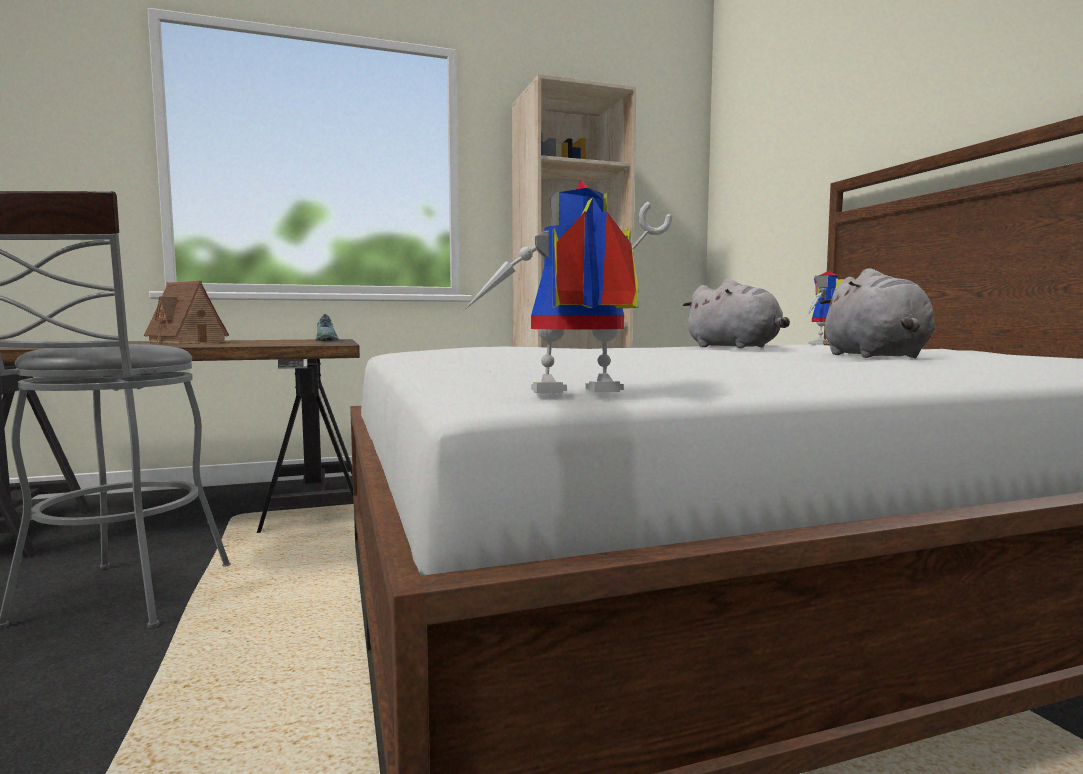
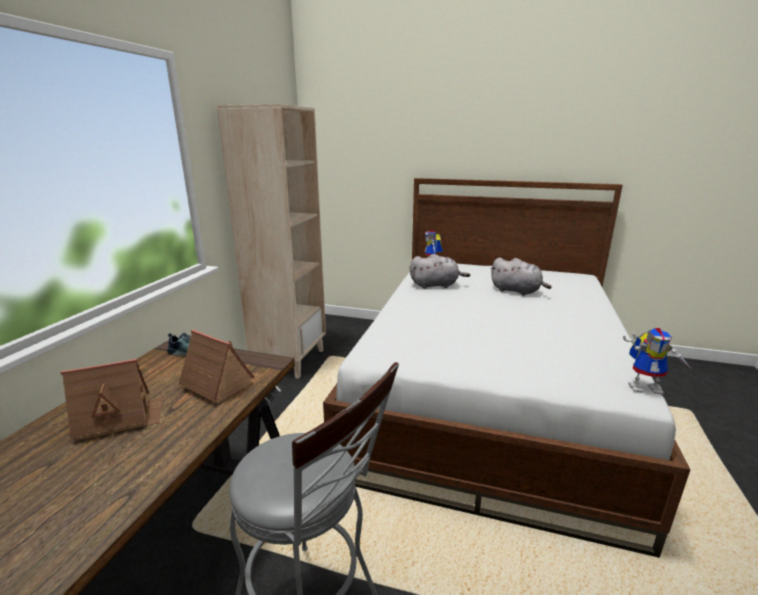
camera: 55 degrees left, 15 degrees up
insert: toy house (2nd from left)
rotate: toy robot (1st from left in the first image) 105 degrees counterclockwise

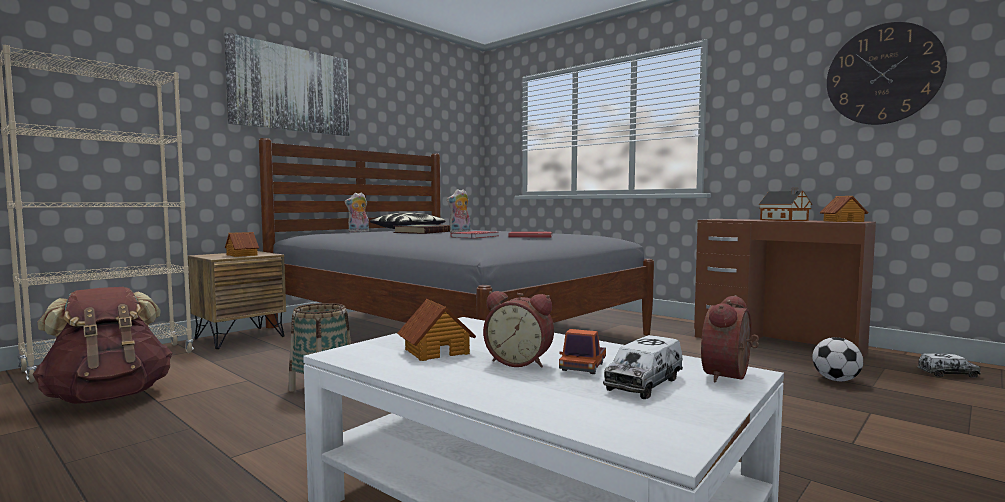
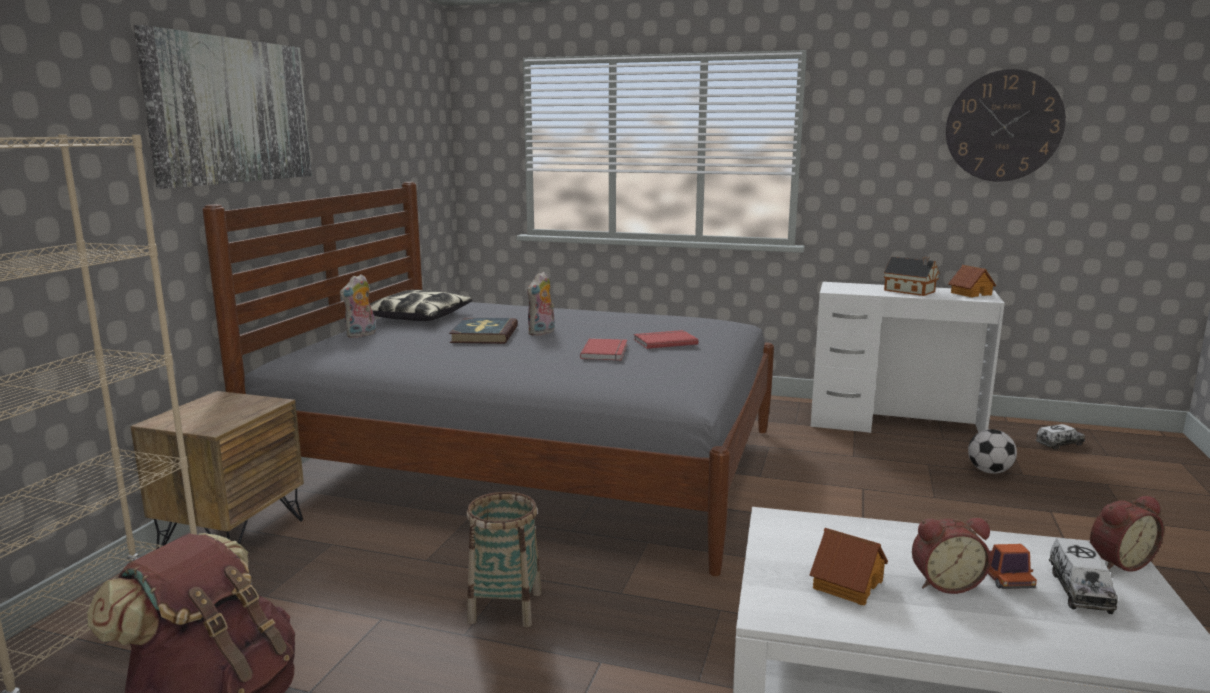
camera: 25 degrees left, 10 degrees up
delete: toy house (1st from left)
recolor: brown desk to white desk
rotate: alarm clock (2nd from left) 120 degrees counterclockwise

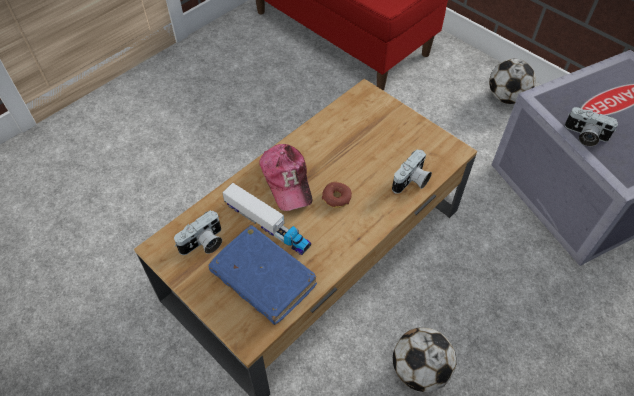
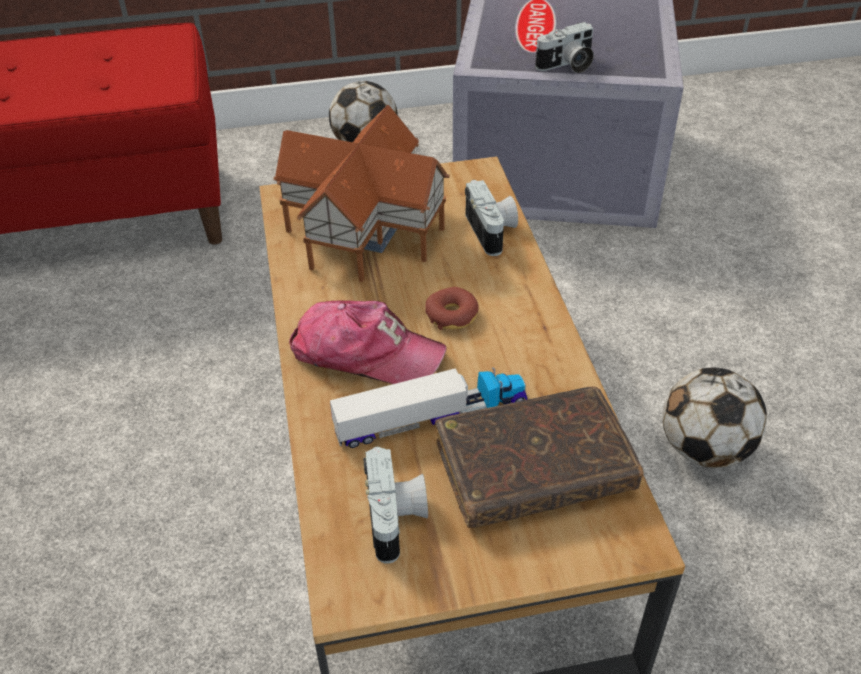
camera: 55 degrees left, 10 degrees down
insert: toy house
recolor: blue book to brown book

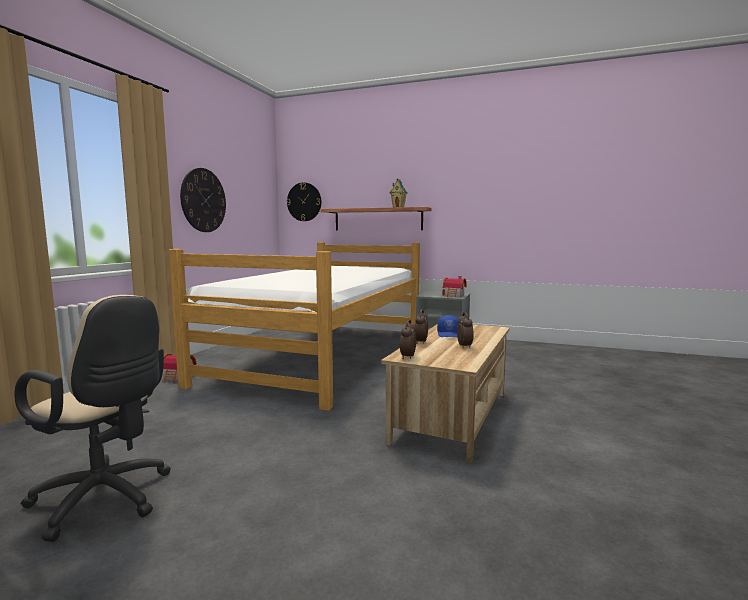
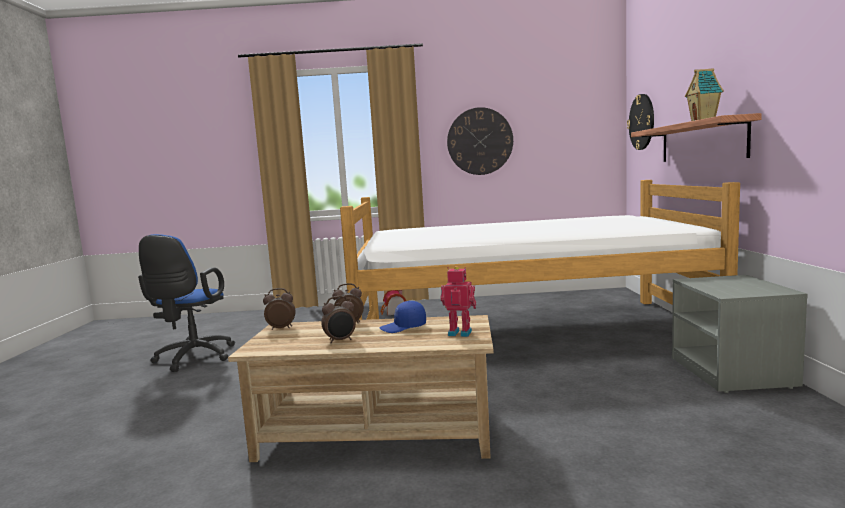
camera: 70 degrees right, 0 degrees up
delete: toy house (3rd from left)
insert: toy robot
recolor: beige office chair to blue office chair

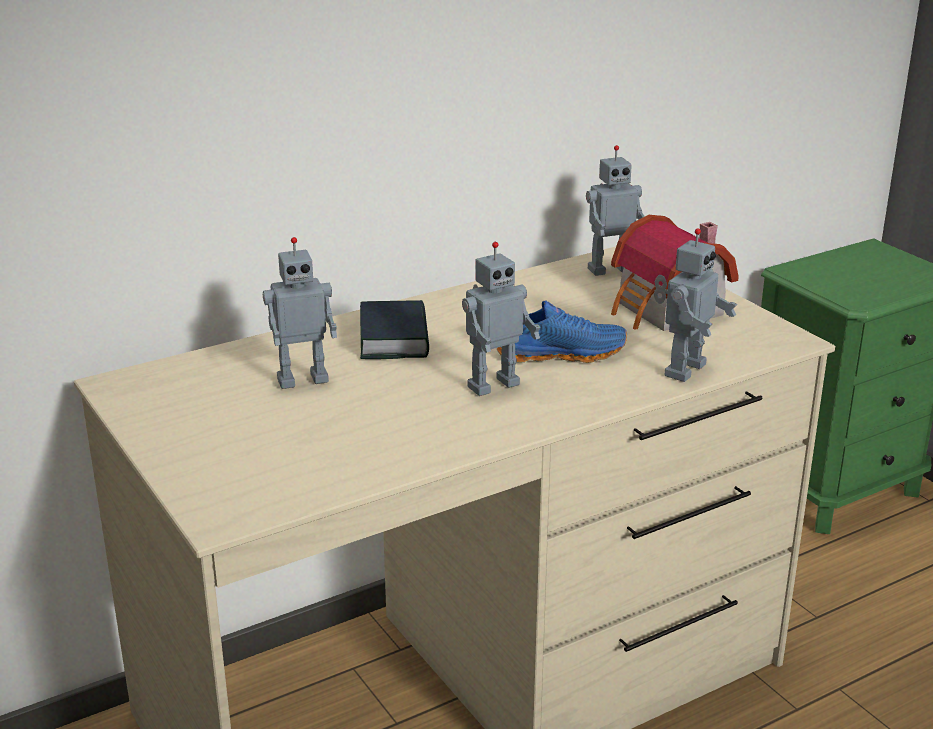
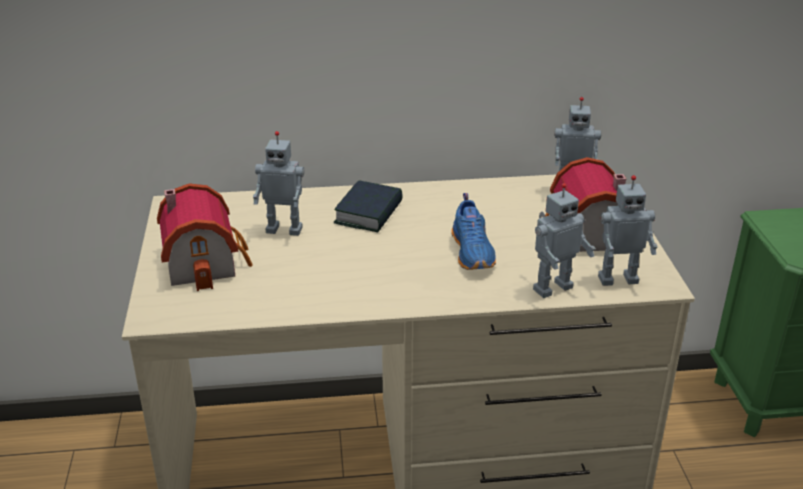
camera: 25 degrees right, 5 degrees up
insert: toy house (1st from left)
move: toy robot (2nd from left in the first image) to toy robot (4th from left)
rotate: blue shoe 60 degrees clockwise

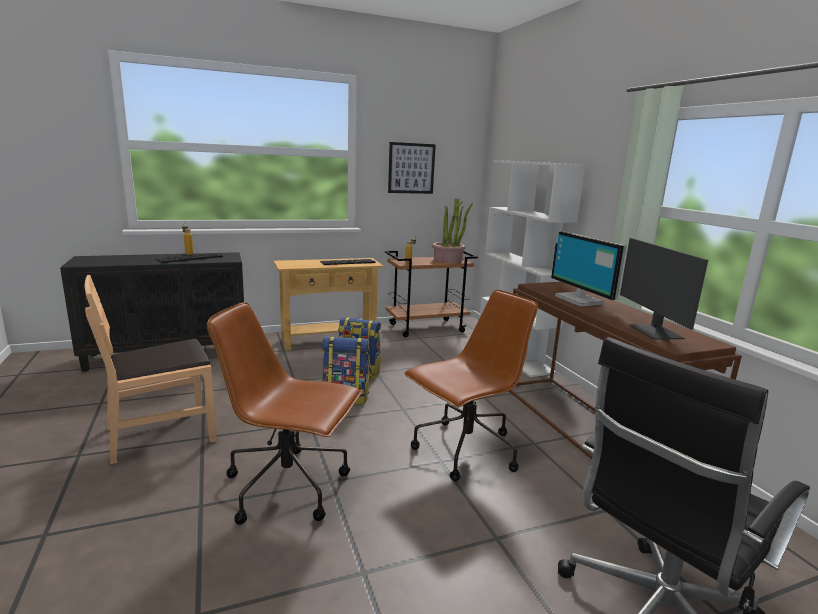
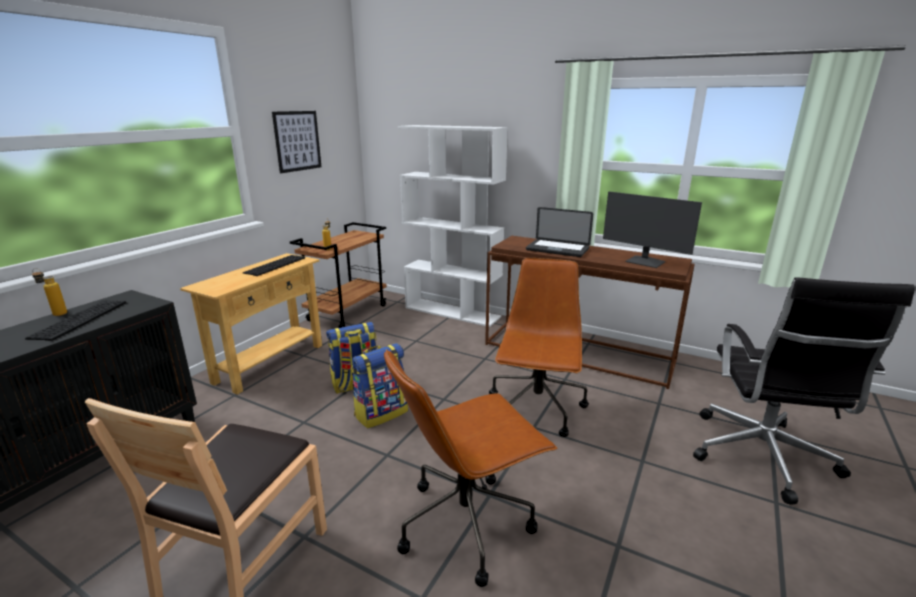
camera: 40 degrees left, 5 degrees up
delete: potted plant
replace: monitor (1st from left) to laptop

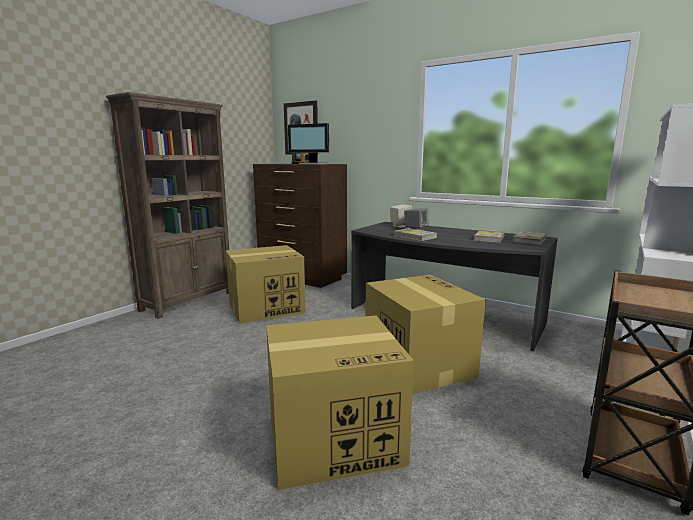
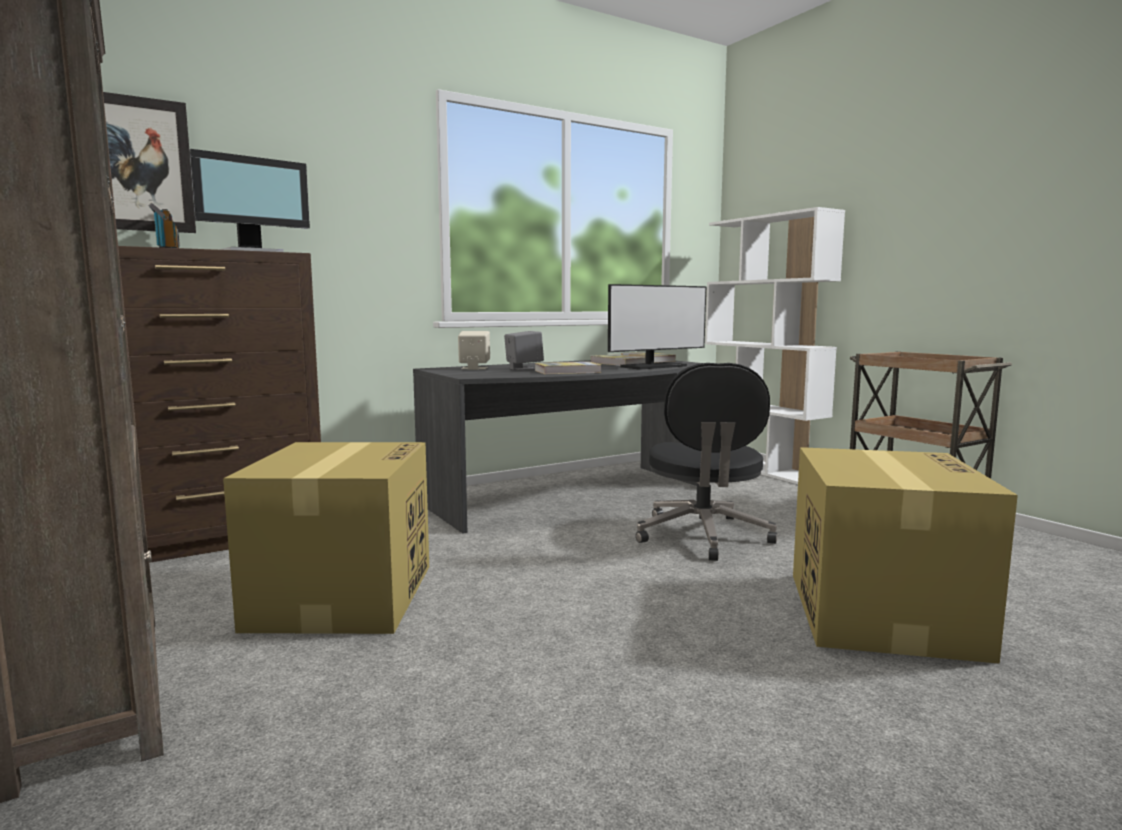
camera: 65 degrees left, 5 degrees down
insert: monitor (2nd from left)
replace: cardboard box (3rd from left) to black office chair

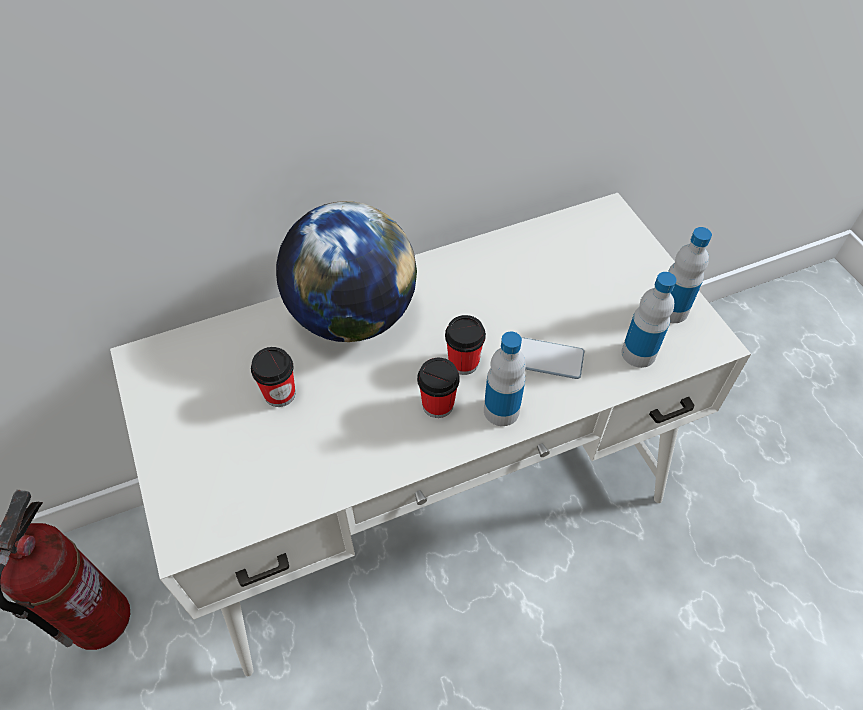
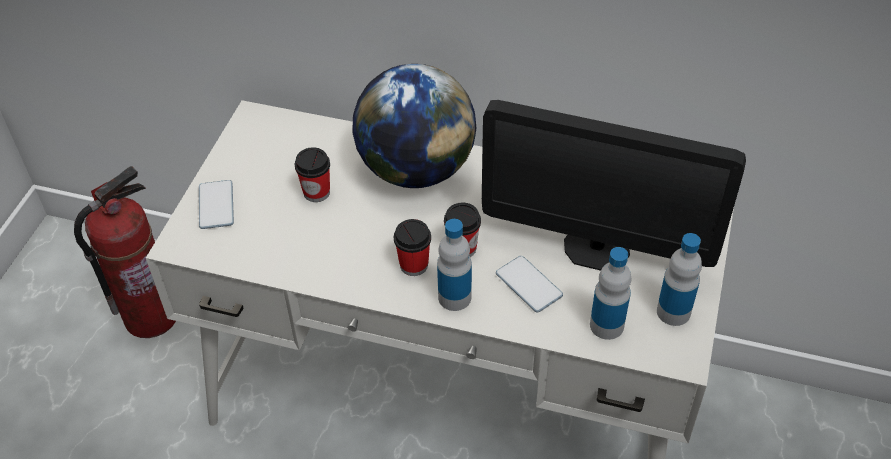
camera: 40 degrees right, 5 degrees down
insert: phone (1st from left); monitor

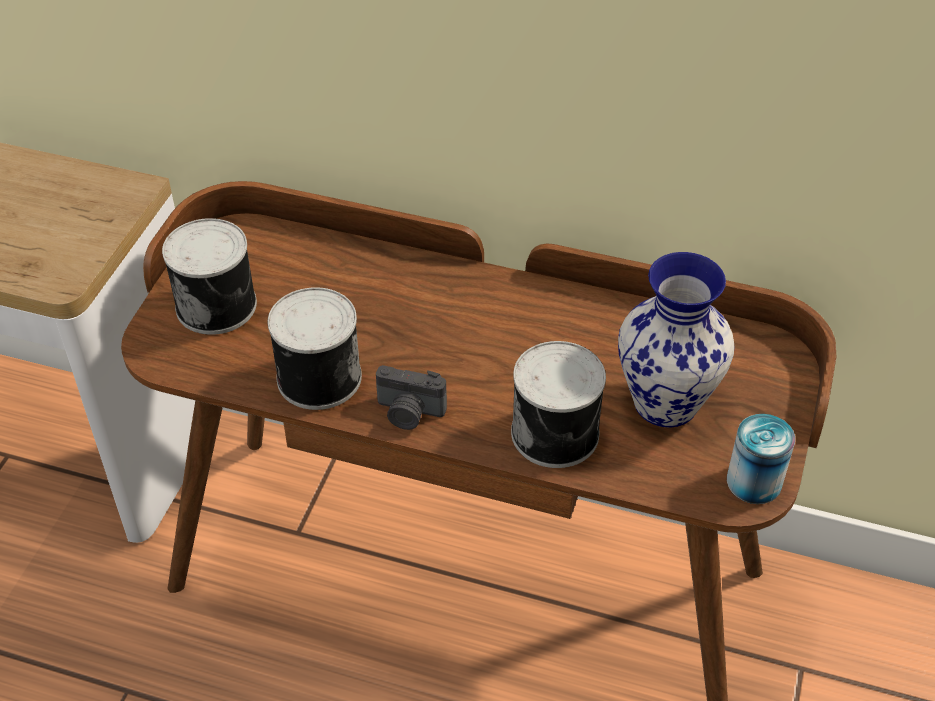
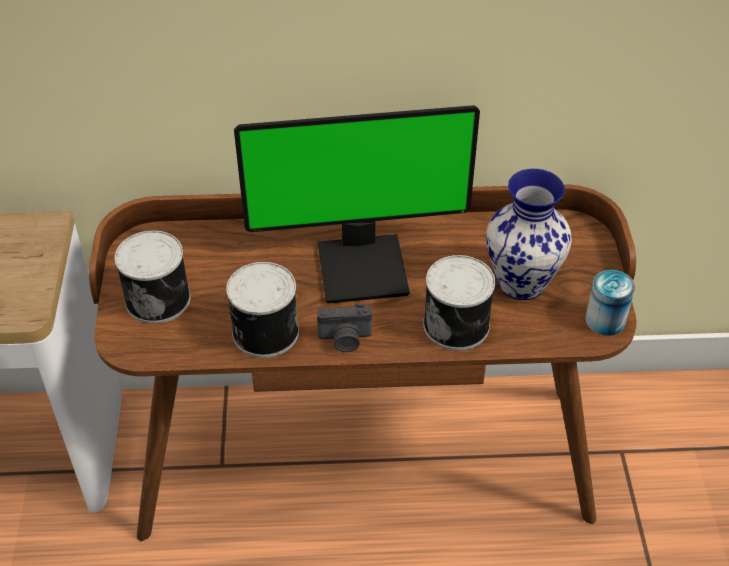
camera: 20 degrees left, 0 degrees up
insert: monitor

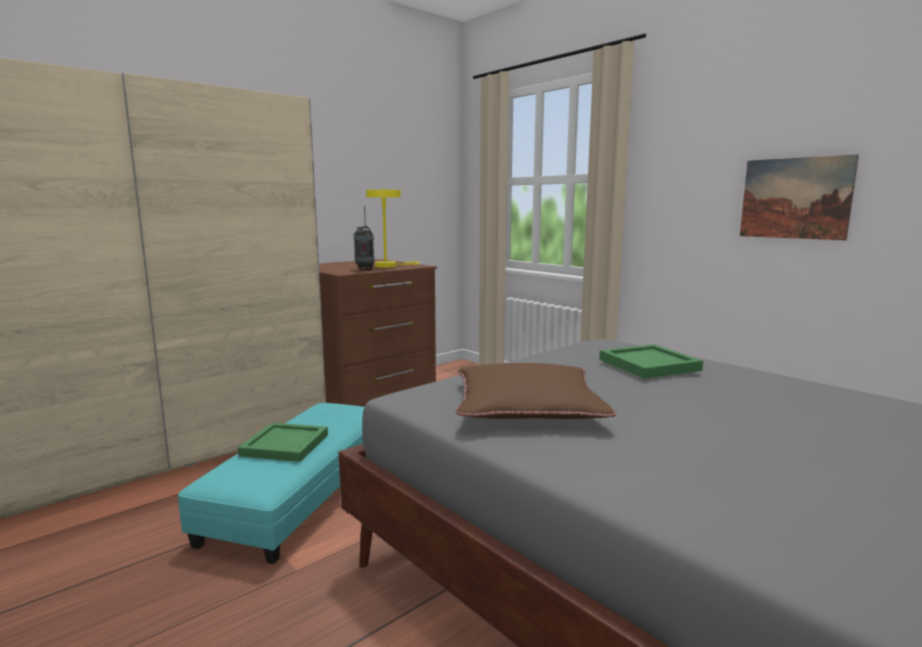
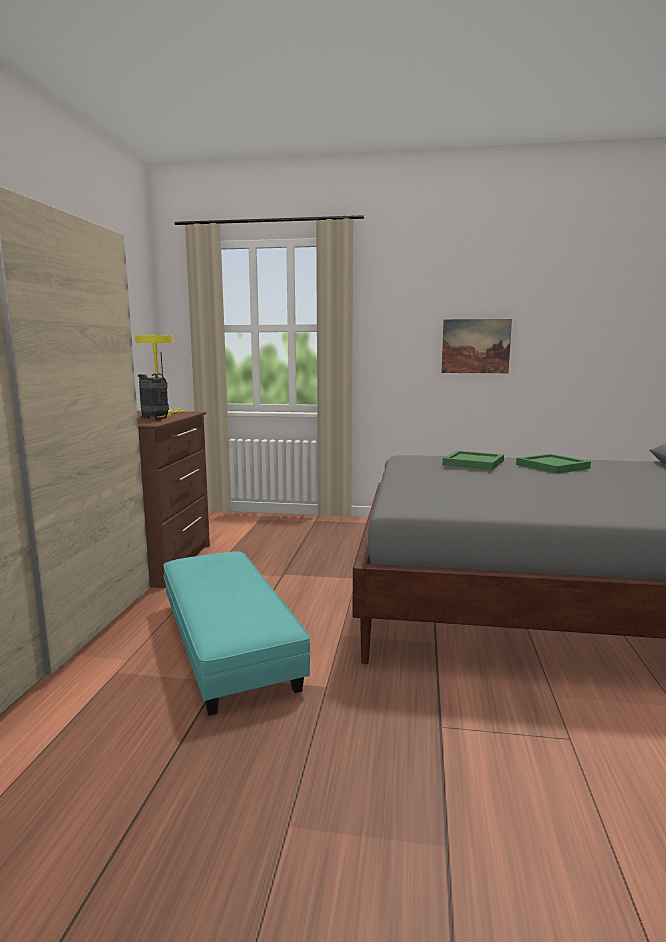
camera: 40 degrees left, 0 degrees up
delete: brown pillow
move: green tray (1st from left in the first image) to green tray (2nd from left)

